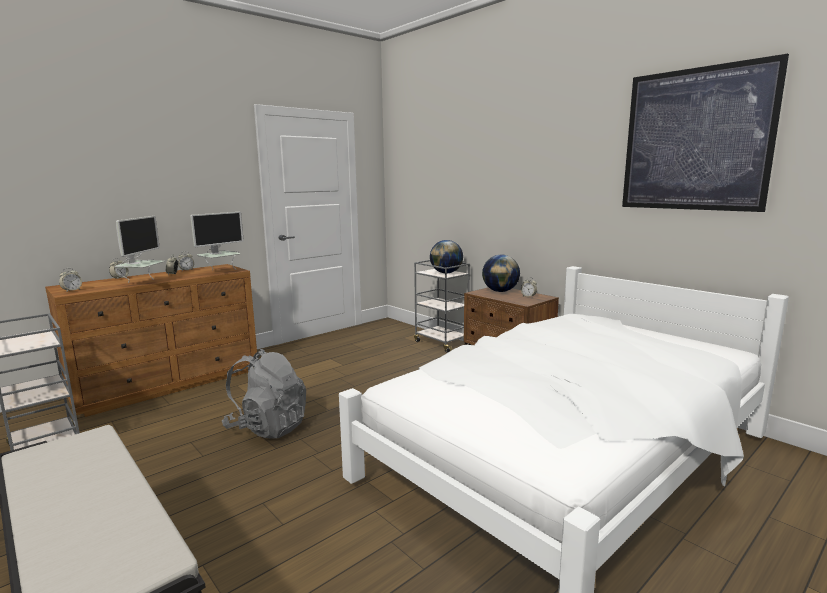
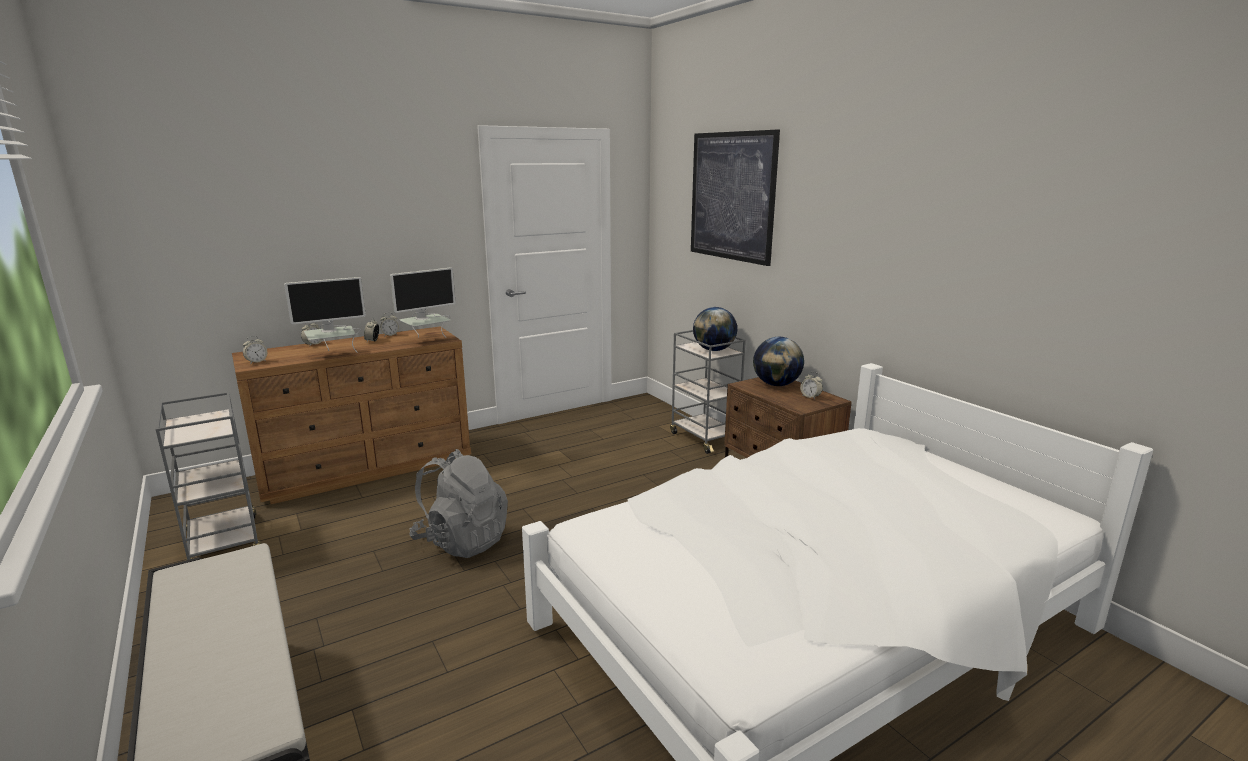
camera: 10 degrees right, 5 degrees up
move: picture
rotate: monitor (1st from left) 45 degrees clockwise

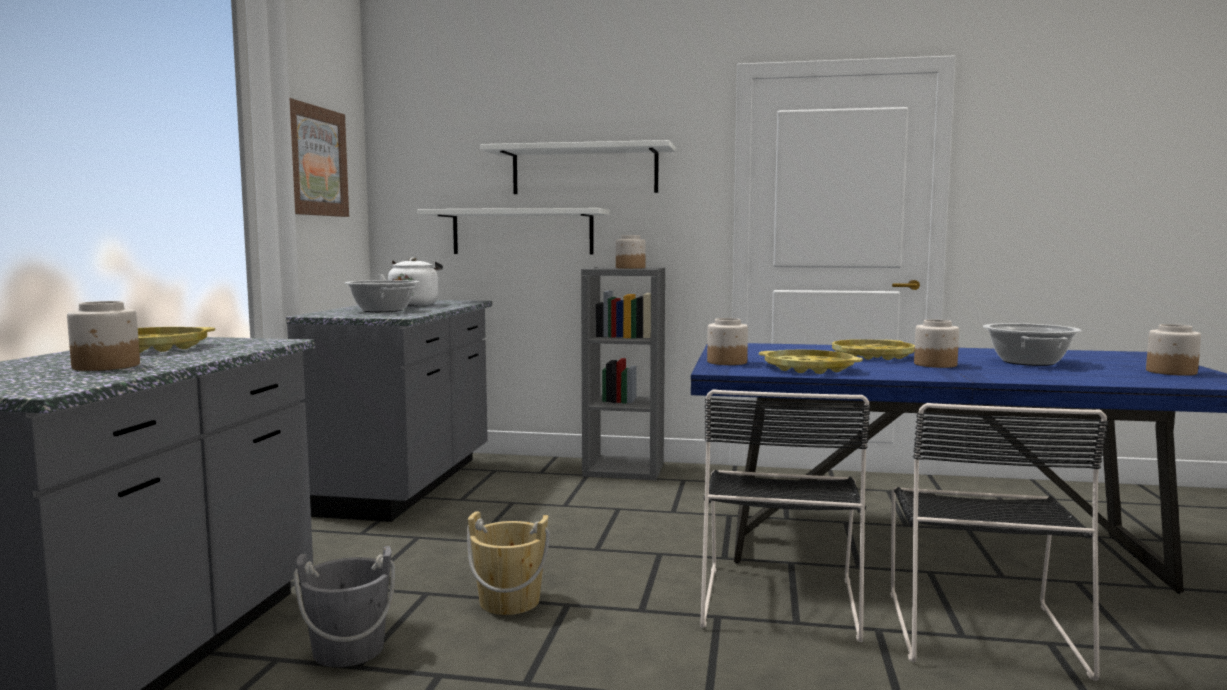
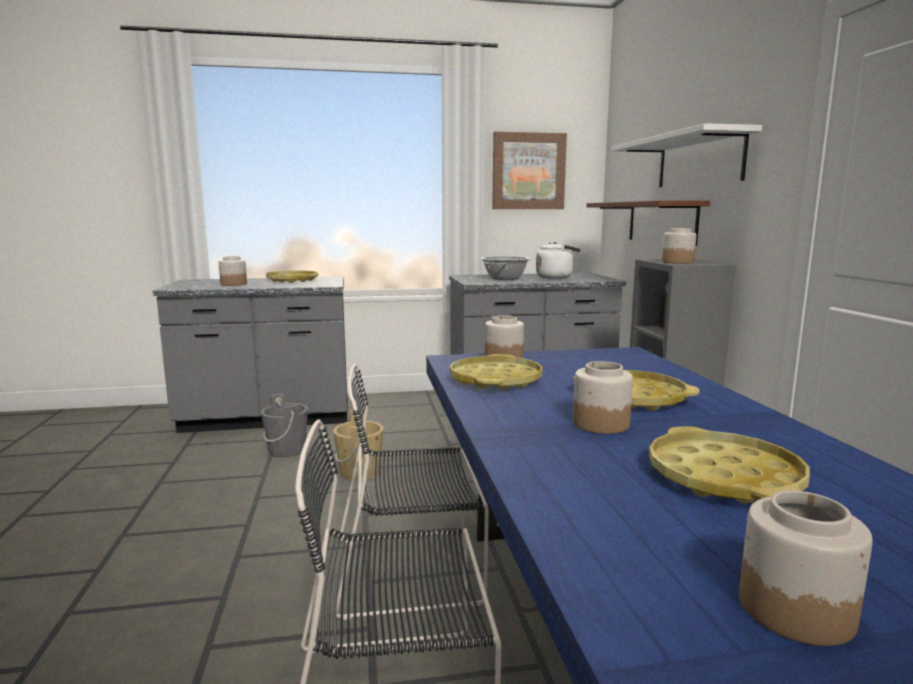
camera: 70 degrees right, 5 degrees up
replace: cooking pot (2nd from left) to yellow tray (4th from left)
recolor: white shelf (1st from left) to brown shelf

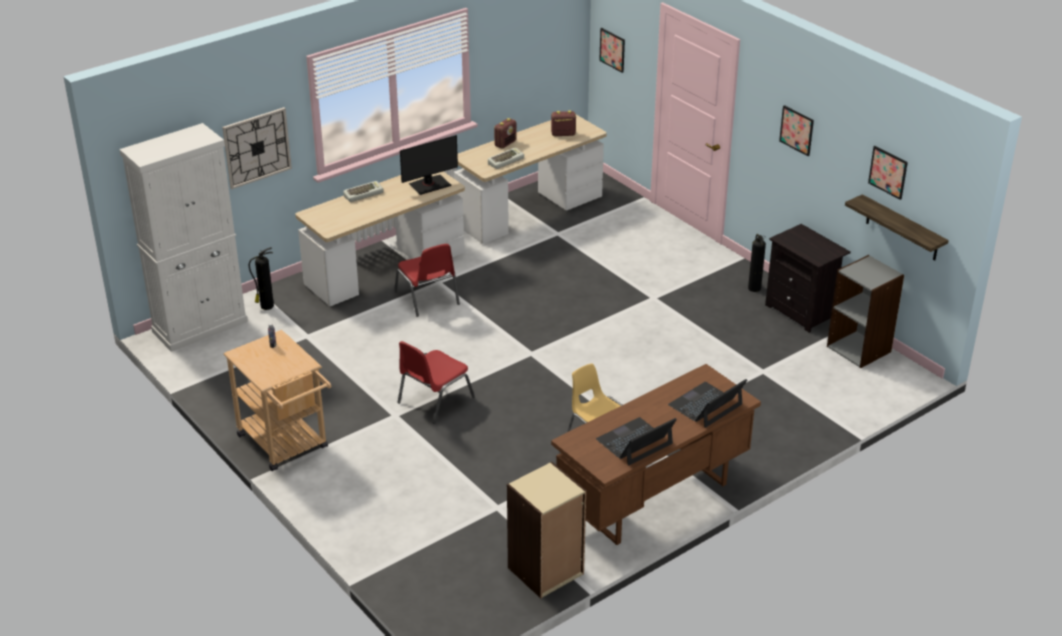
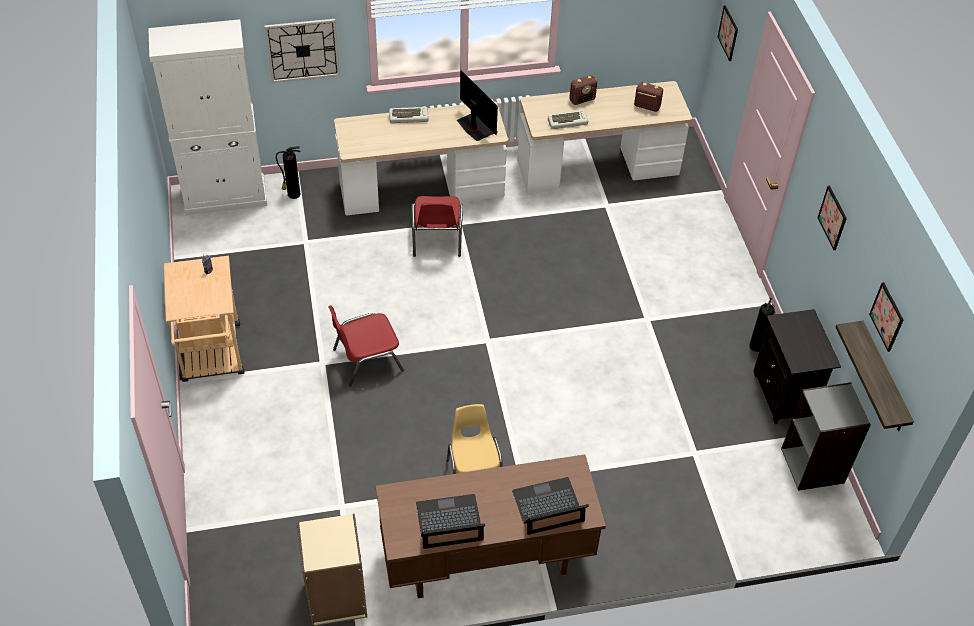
camera: 25 degrees right, 15 degrees up
rotate: monitor 120 degrees counterclockwise

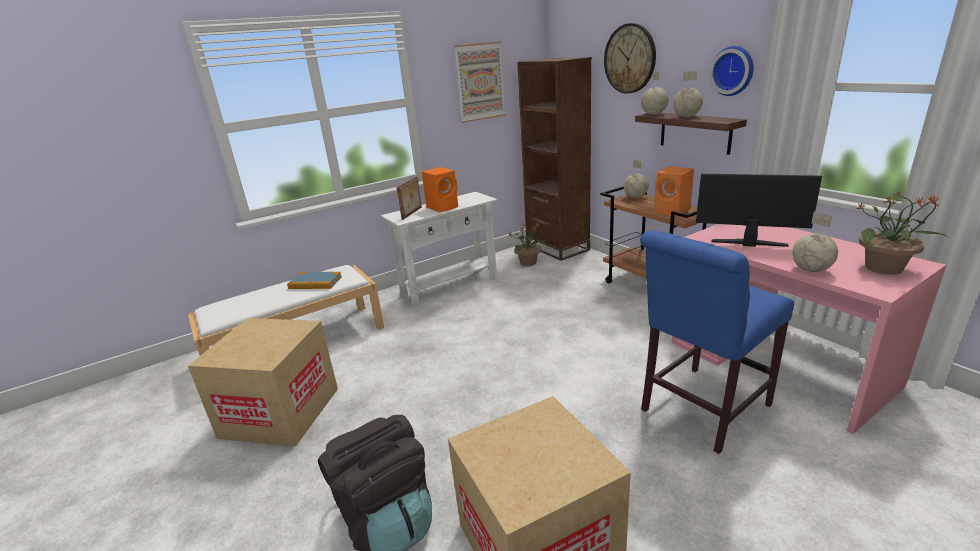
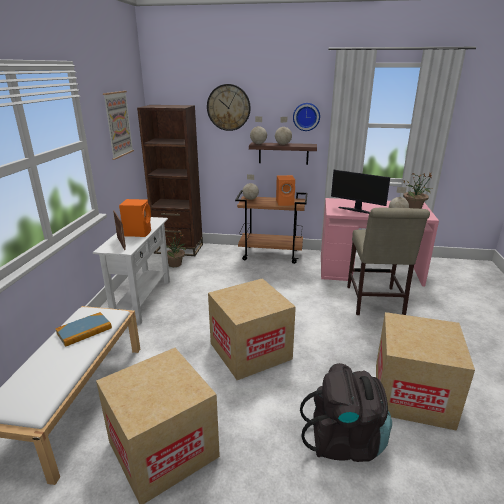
camera: 50 degrees left, 0 degrees up
insert: cardboard box (2nd from left)
recolor: blue chair to beige chair
rotate: monitor 120 degrees counterclockwise

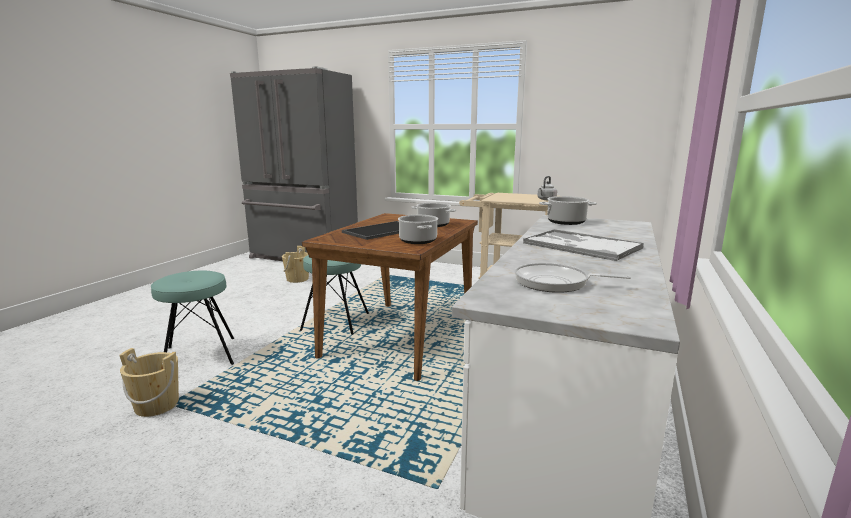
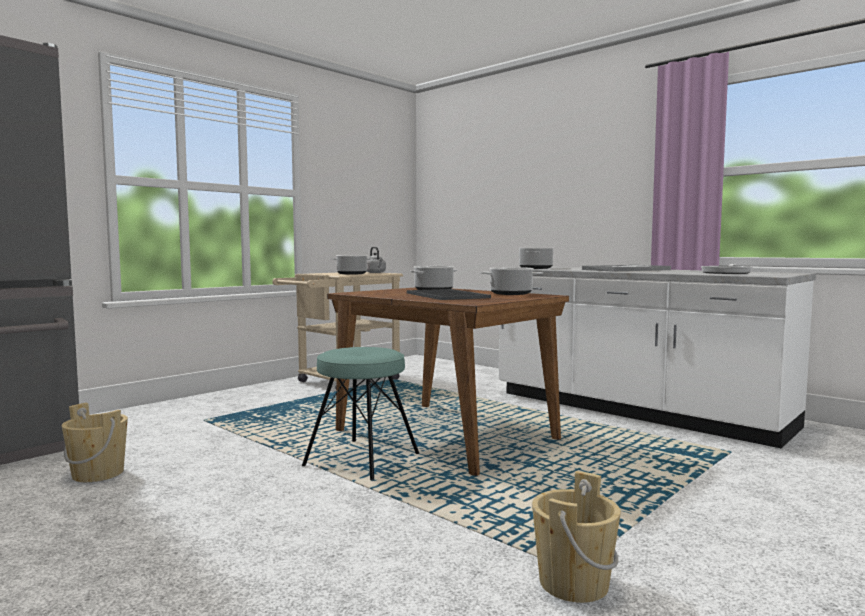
camera: 70 degrees left, 10 degrees down
delete: turquoise stool (1st from left)
insert: cooking pot (1st from left)

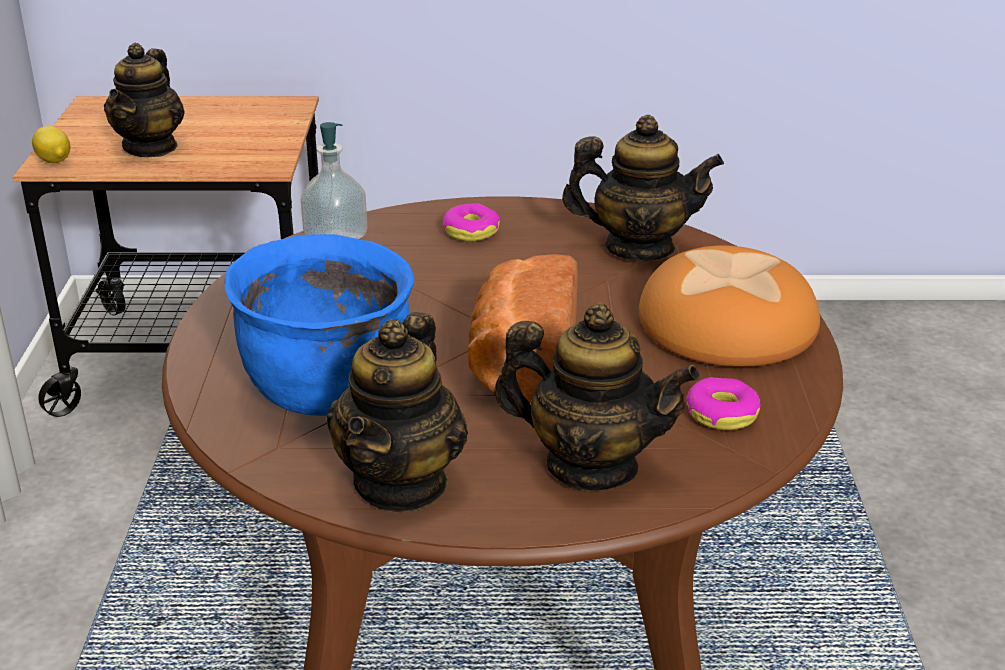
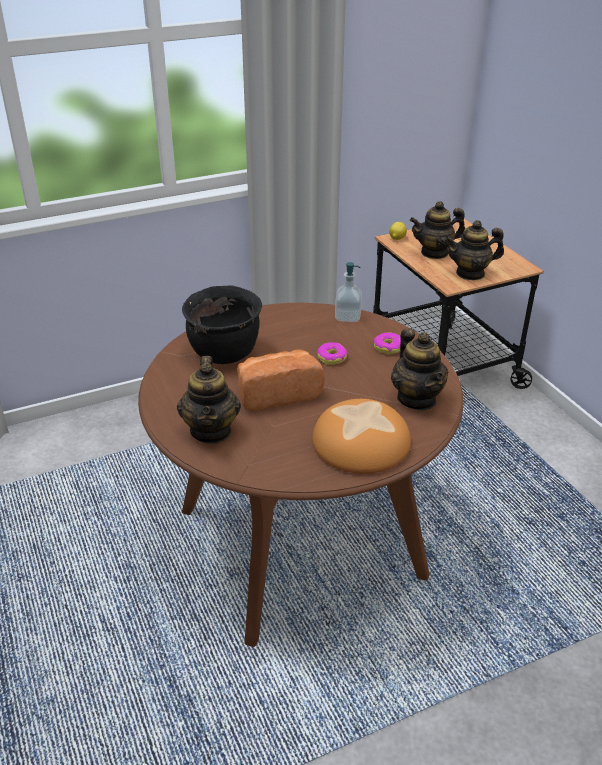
camera: 65 degrees right, 5 degrees up
move: teapot (2nd from left in the first image) to teapot (4th from left); donut (2nd from left in the first image) to donut (1st from left)
recolor: blue cooking pot to black cooking pot

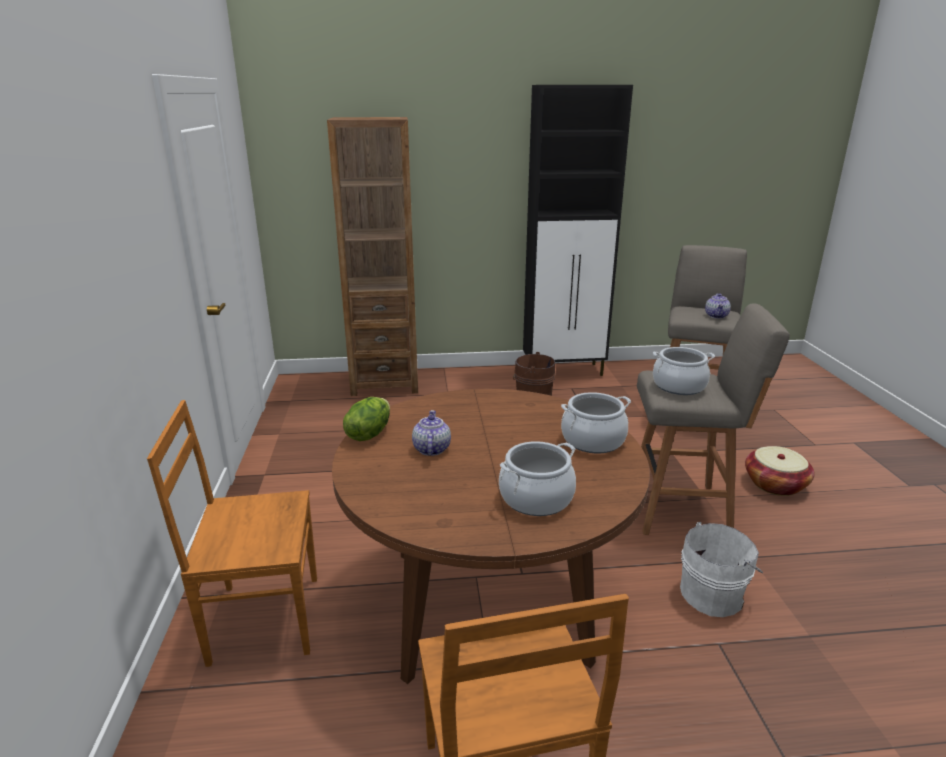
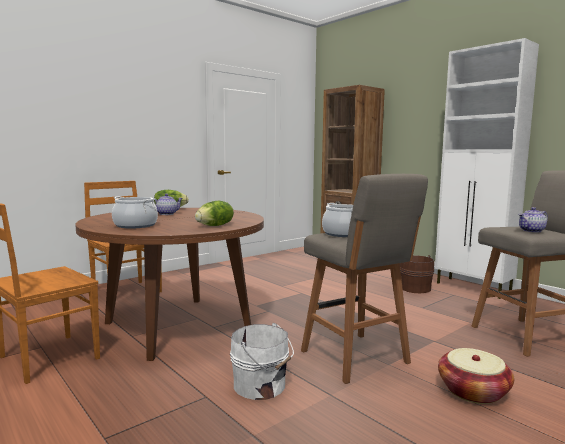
camera: 55 degrees right, 15 degrees down
replace: cooking pot (2nd from left) to lettuce (2nd from left)
recolor: black cabinet to white cabinet

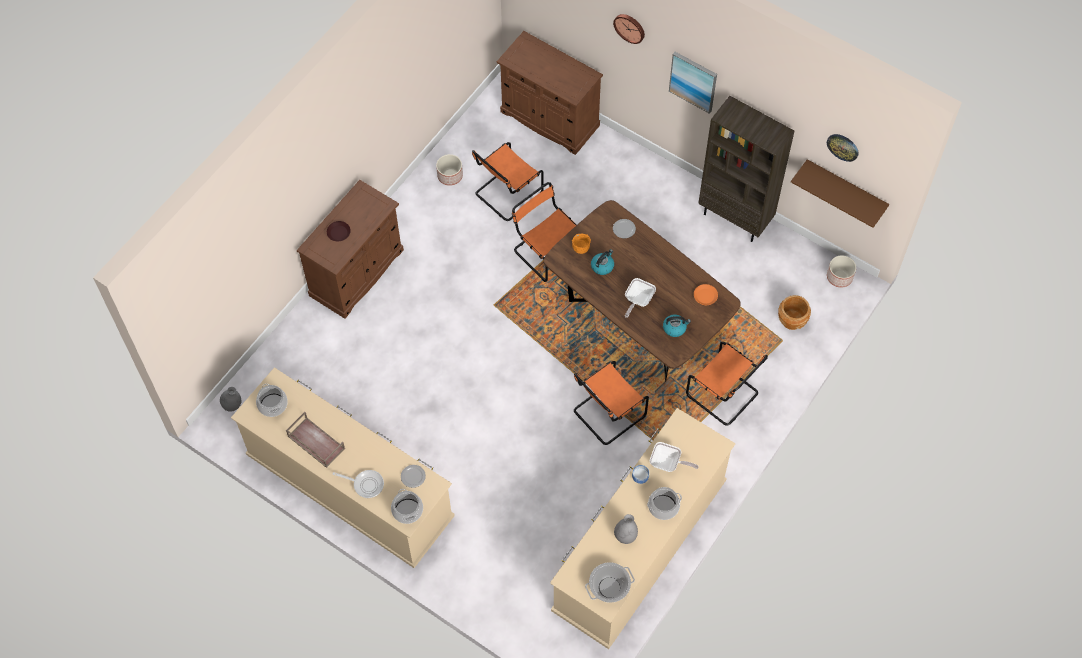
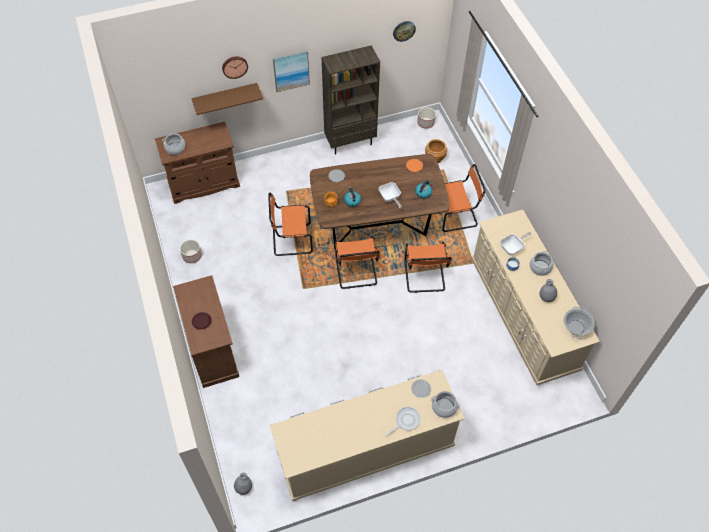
camera: 55 degrees left, 5 degrees down
delete: brown tray
move: cooking pot (1st from left); orange chair (1st from left in the first image) to orange chair (2nd from left); brown shelf

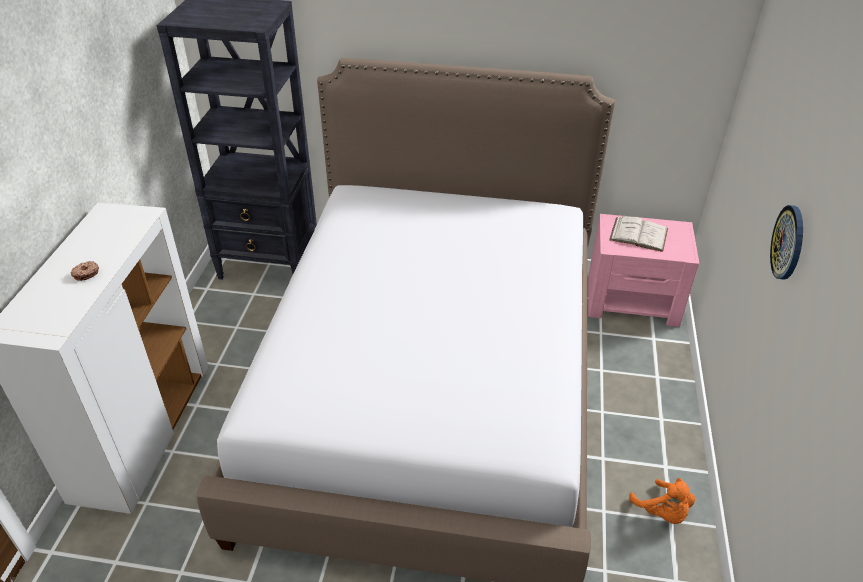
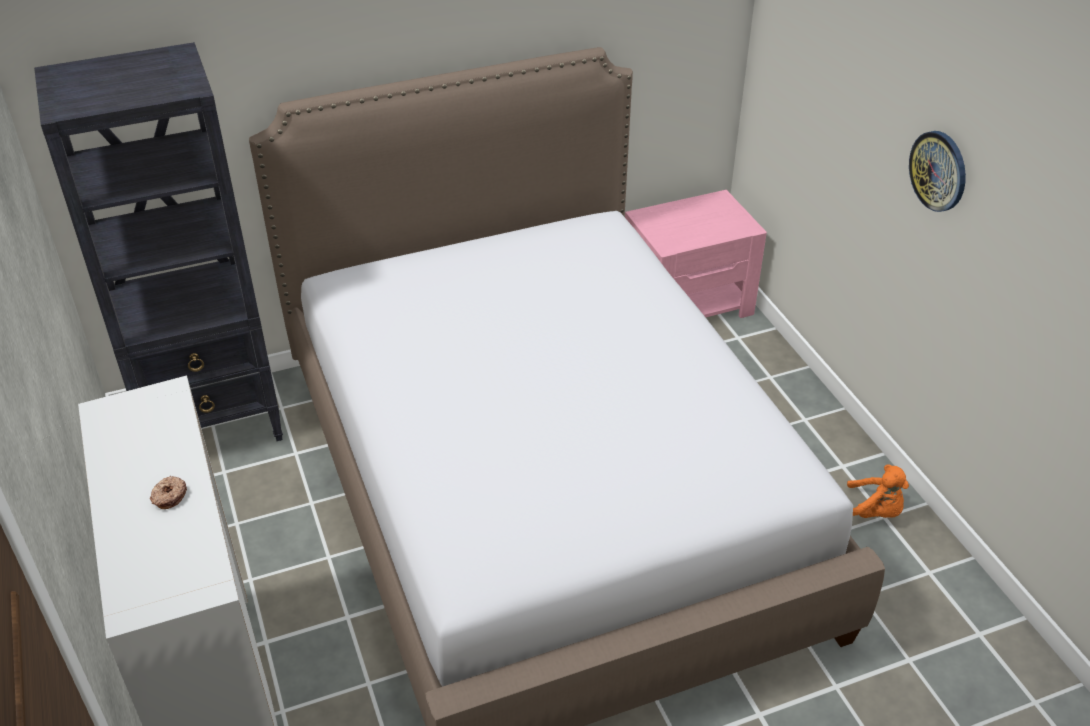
camera: 30 degrees left, 0 degrees up
delete: white book

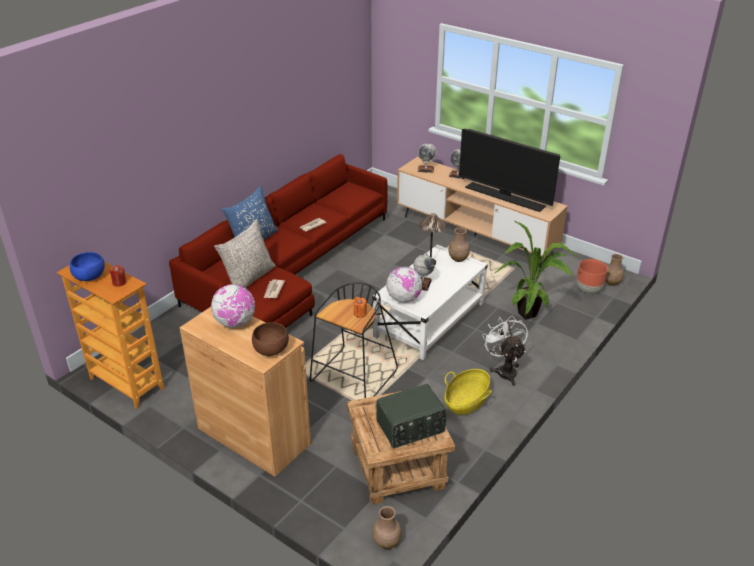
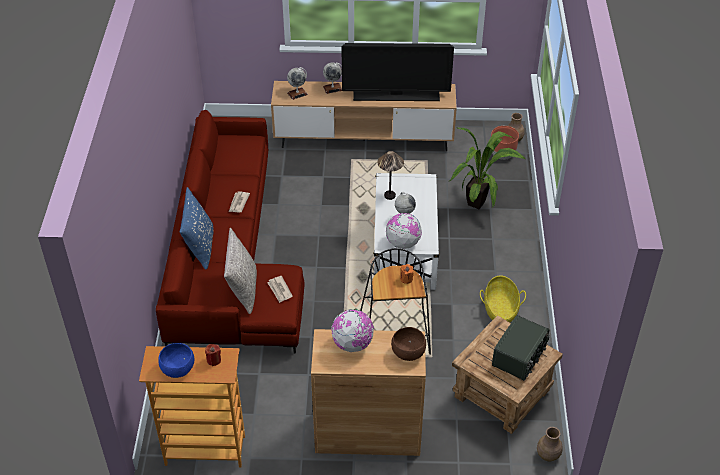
camera: 35 degrees left, 10 degrees up
delete: brown vase (2nd from left); white fan

